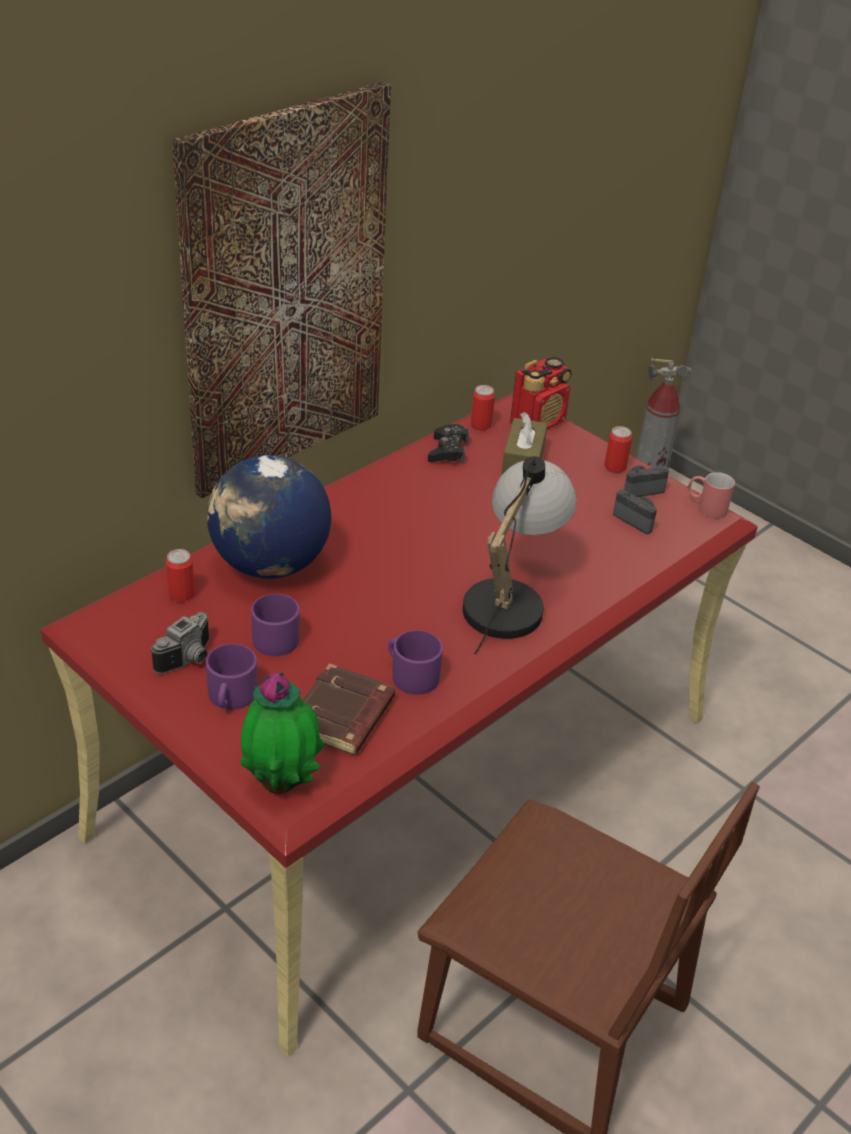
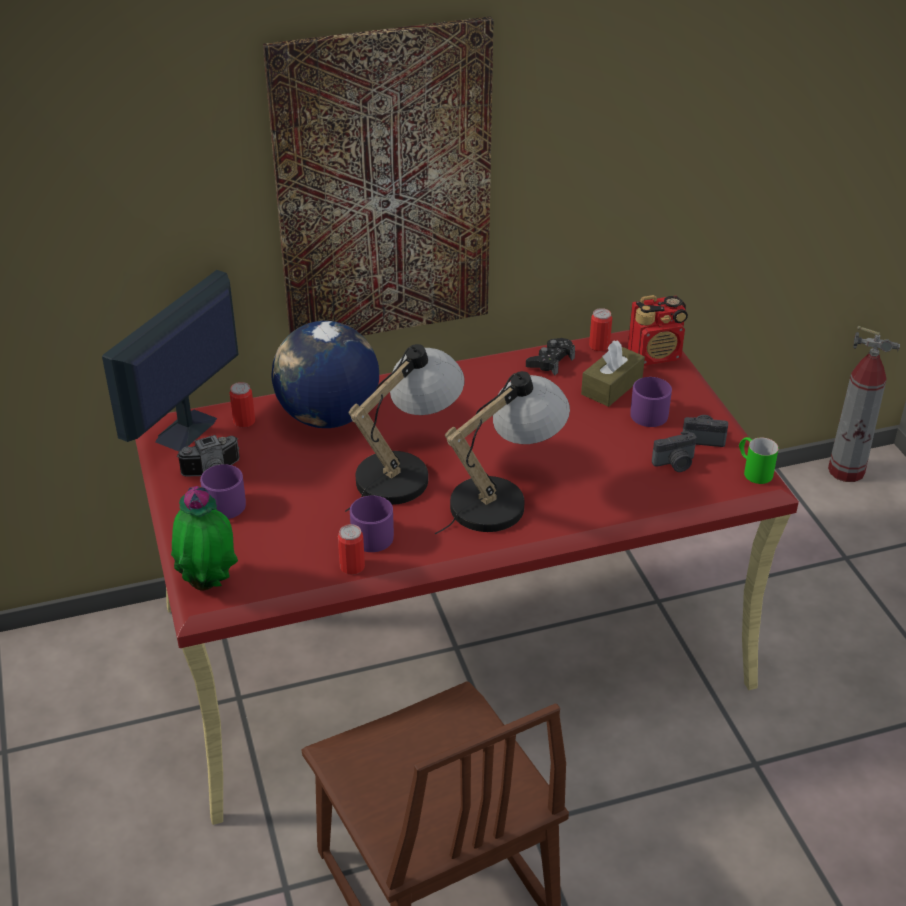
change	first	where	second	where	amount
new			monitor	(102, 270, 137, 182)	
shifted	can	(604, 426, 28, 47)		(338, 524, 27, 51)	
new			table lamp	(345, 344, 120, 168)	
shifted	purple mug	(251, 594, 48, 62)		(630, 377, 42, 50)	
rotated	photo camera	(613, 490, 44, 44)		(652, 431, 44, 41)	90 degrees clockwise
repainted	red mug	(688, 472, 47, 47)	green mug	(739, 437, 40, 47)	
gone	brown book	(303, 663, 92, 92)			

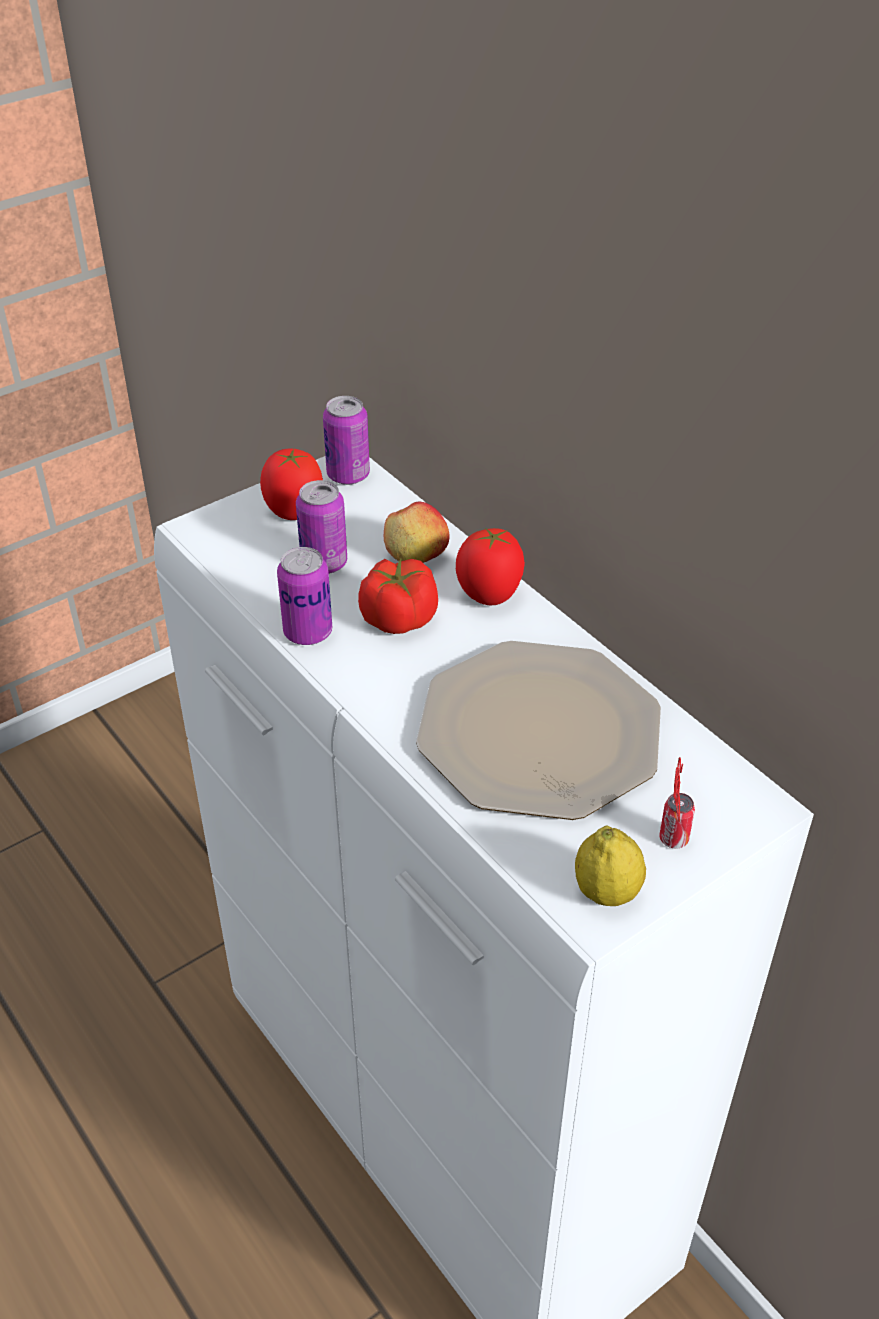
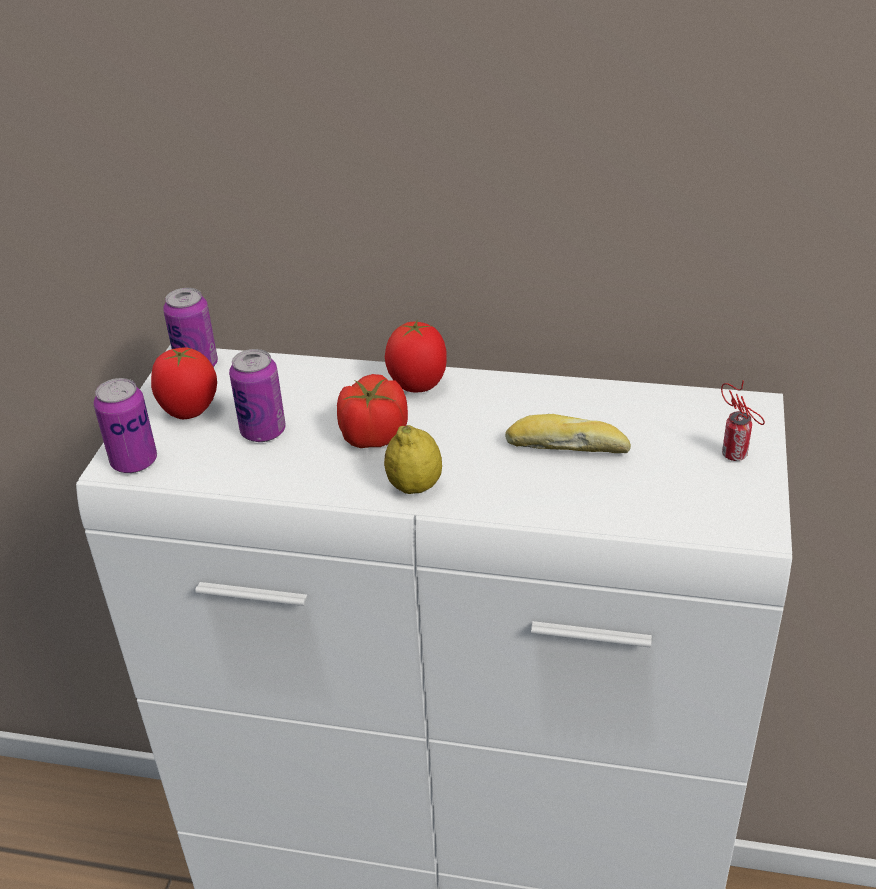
change	first	where	second	where	amount
shifted	can	(277, 547, 55, 98)		(94, 378, 63, 95)	
shifted	lemon	(575, 825, 71, 81)		(384, 425, 58, 69)	
swapped	plate	(416, 641, 245, 179)	bread	(505, 414, 126, 39)	
gone	apple	(384, 502, 66, 61)			

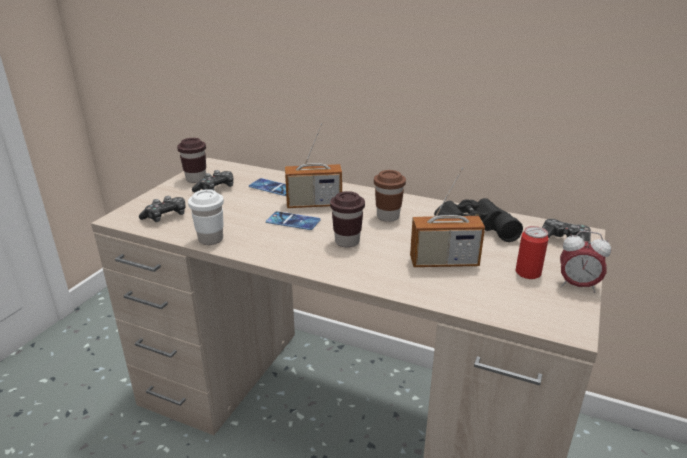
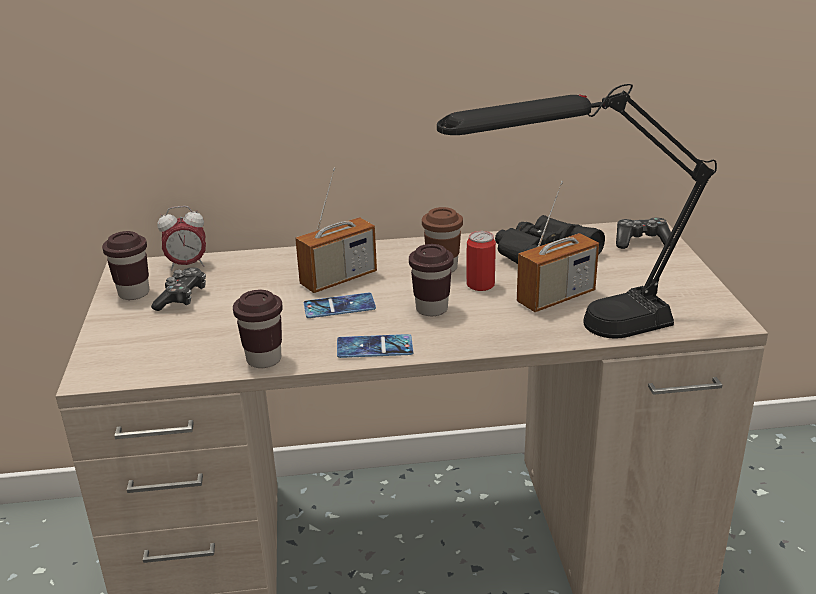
change	first	where	second	where	amount
shifted	alarm clock	(560, 231, 51, 62)		(157, 206, 49, 65)	
repainted	white cup	(188, 189, 36, 56)	brown cup	(233, 290, 50, 78)	
shifted	phone	(249, 178, 37, 18)		(337, 334, 76, 24)	
new			black table lamp	(437, 84, 280, 255)	
shifted	can	(515, 226, 33, 53)		(466, 231, 30, 60)	
gone	game controller	(139, 196, 47, 26)			

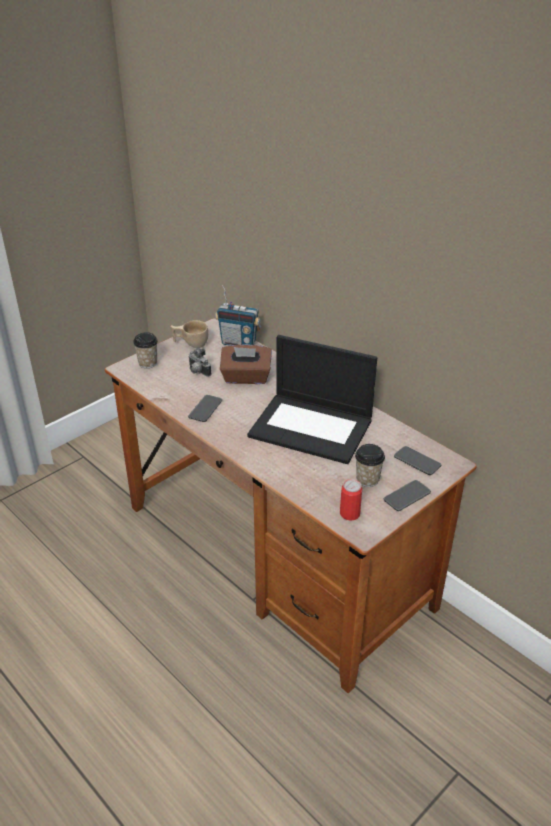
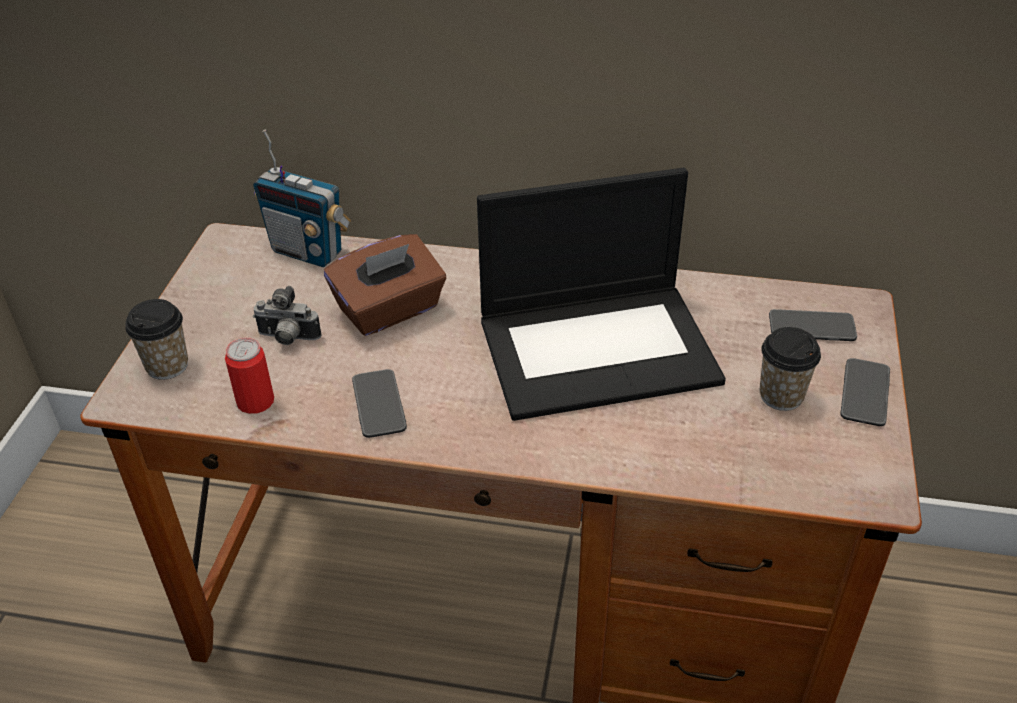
change	first	where	second	where	amount
shifted	can	(340, 479, 22, 42)		(225, 338, 49, 76)	
rotated	radio	(215, 285, 47, 61)		(253, 129, 98, 138)	45 degrees clockwise
gone	beige cup	(171, 320, 37, 28)			

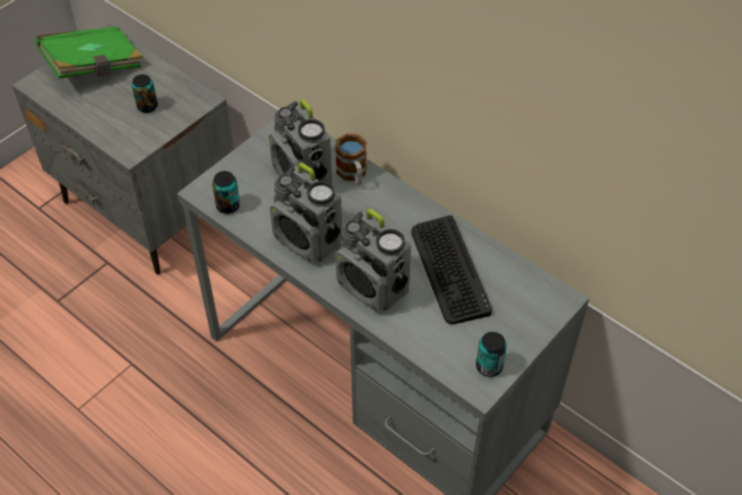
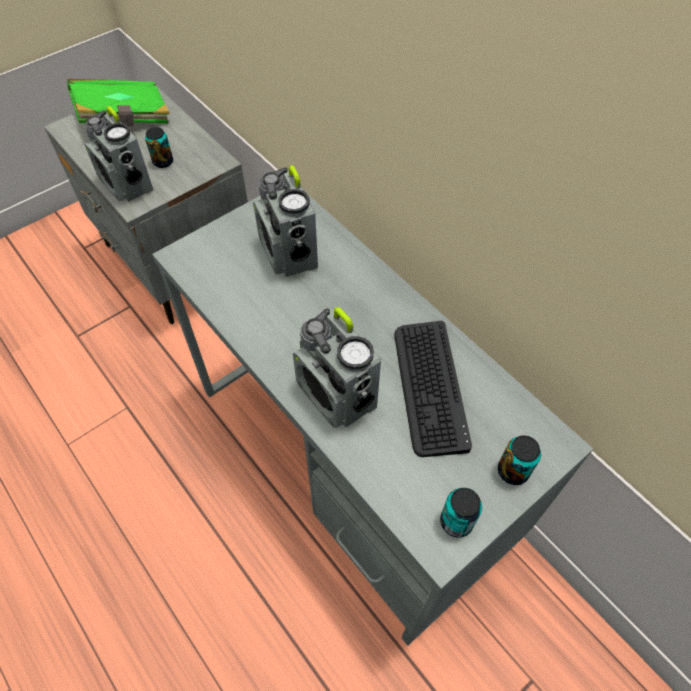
change	first	where	second	where	amount
shifted	radio	(270, 163, 73, 100)		(85, 106, 68, 96)	
shifted	can	(212, 171, 28, 43)		(498, 435, 43, 50)	
gone	mug	(335, 134, 32, 51)			

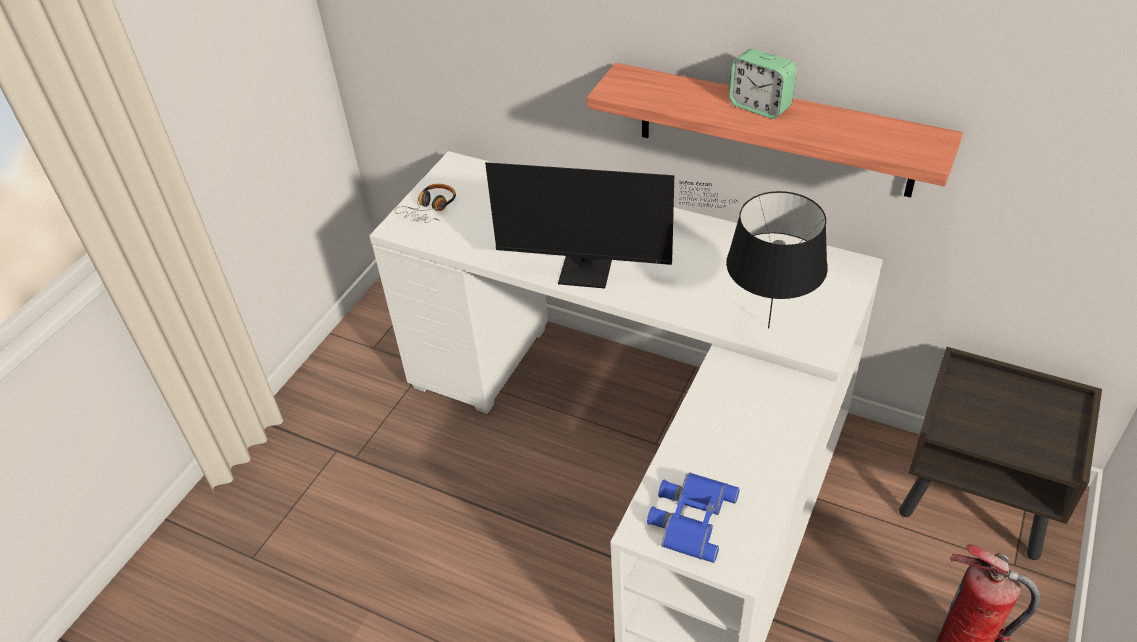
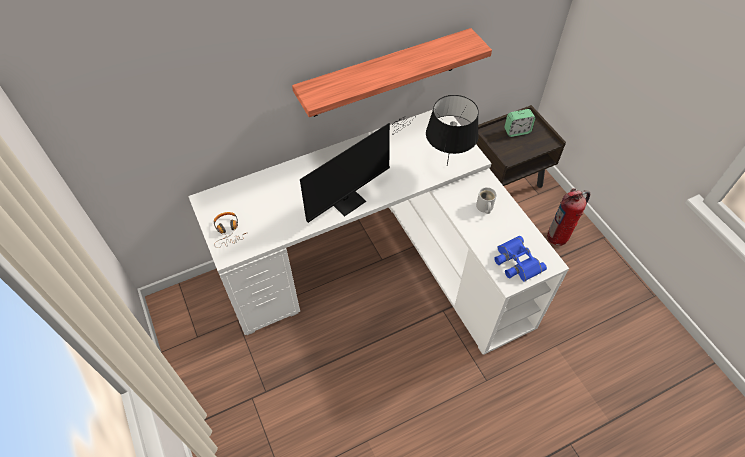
change	first	where	second	where	amount
new			white mug	(476, 187, 21, 27)	
shifted	alarm clock	(729, 49, 68, 70)		(504, 109, 31, 28)	

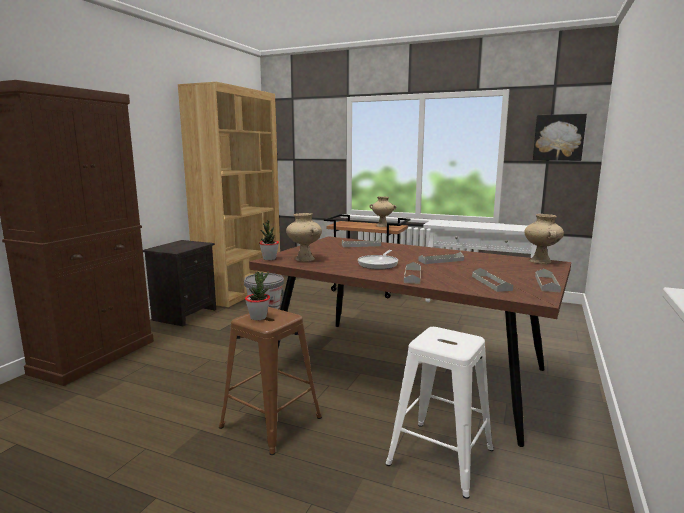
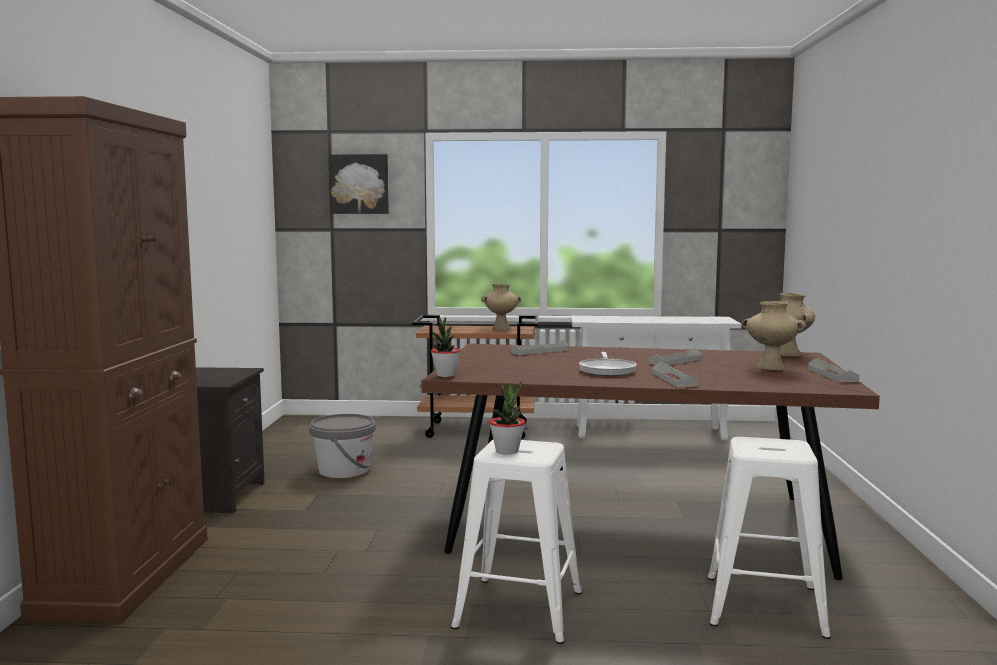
change	first	where	second	where	amount
shifted	picture	(533, 114, 54, 47)		(329, 154, 60, 60)	
repainted	brown stool	(219, 307, 103, 148)	white stool	(451, 440, 131, 204)	
shifted	beige vase	(286, 213, 36, 49)		(742, 301, 64, 69)	
gone	brown bookcase	(178, 82, 102, 225)			
gone	grey tray	(472, 268, 42, 24)			

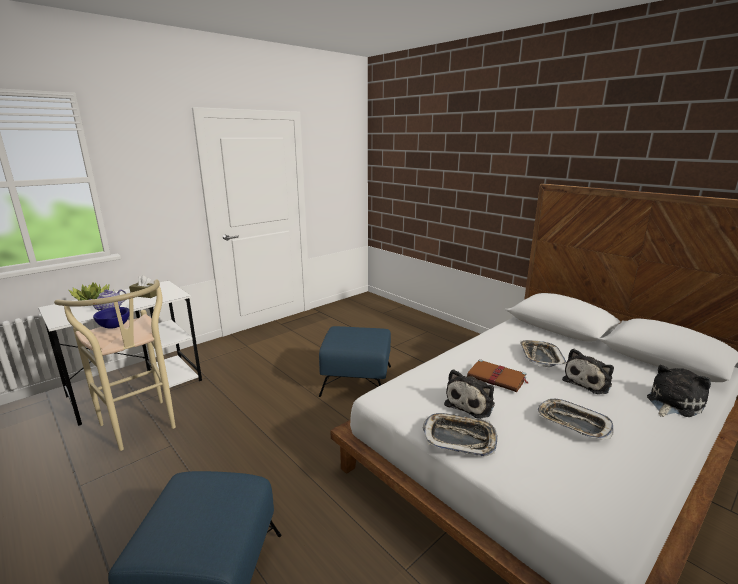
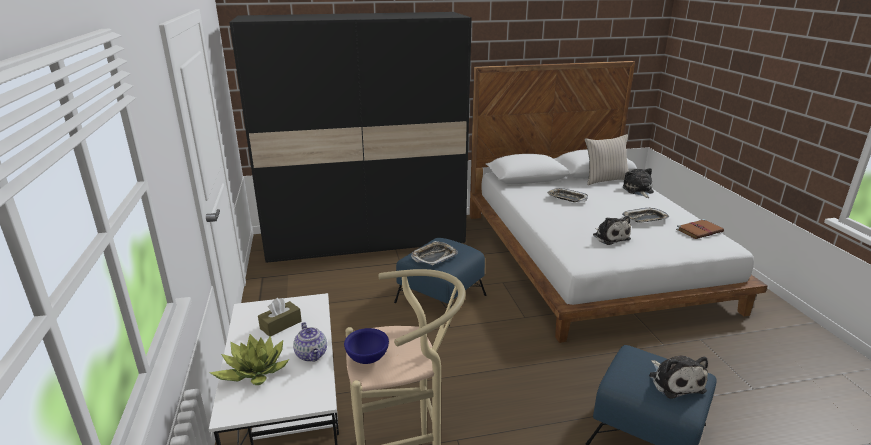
change	first	where	second	where	amount
new			black wardrobe	(229, 12, 243, 251)	
shifted	tray	(423, 413, 75, 44)		(411, 241, 47, 24)	
new			beige pillow	(585, 134, 44, 51)	
shifted	plush toy	(562, 349, 52, 45)		(649, 356, 59, 43)	
shifted	brown book	(467, 359, 61, 33)		(676, 219, 48, 20)	

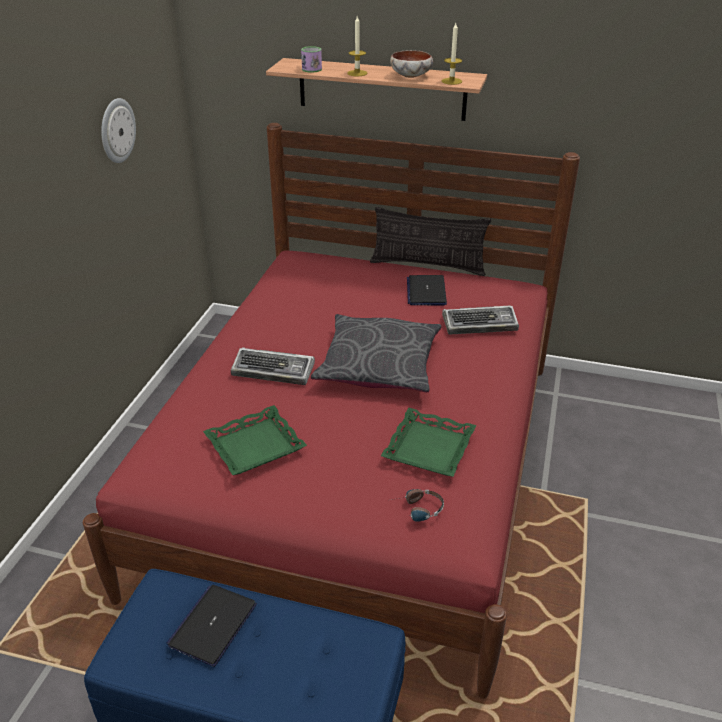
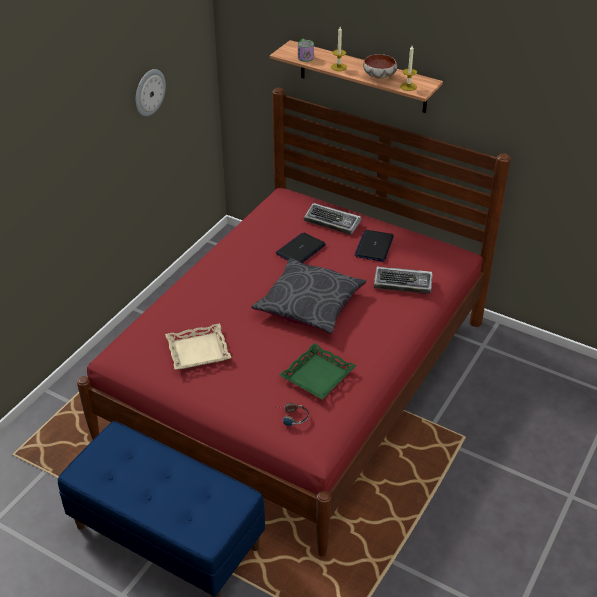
change	first	where	second	where	amount
repainted	green tray	(203, 405, 104, 70)	beige tray	(165, 323, 66, 47)	
shifted	laptop	(167, 585, 90, 82)		(276, 233, 50, 30)	
shifted	keyboard	(231, 347, 84, 38)		(304, 203, 58, 32)	
gone	pillow	(370, 207, 121, 69)			

